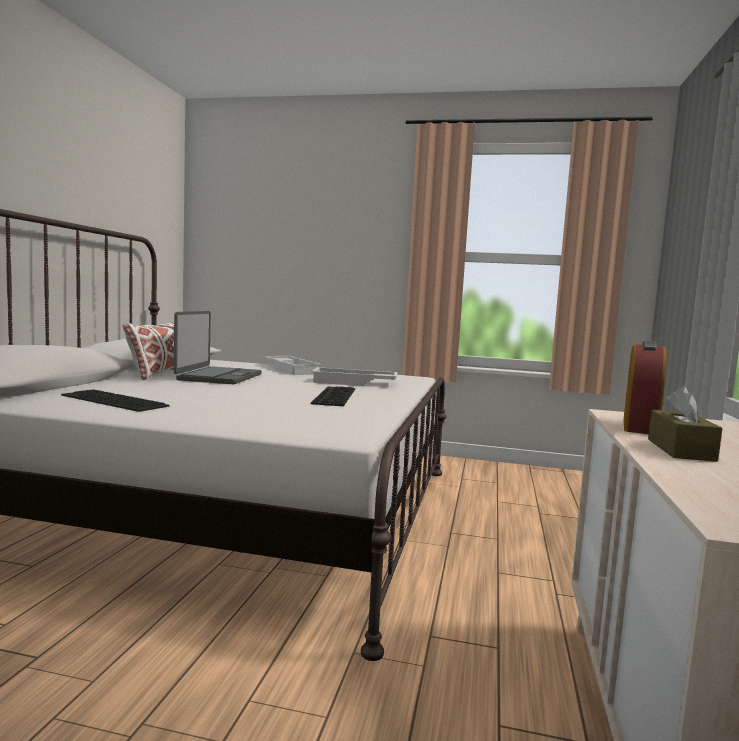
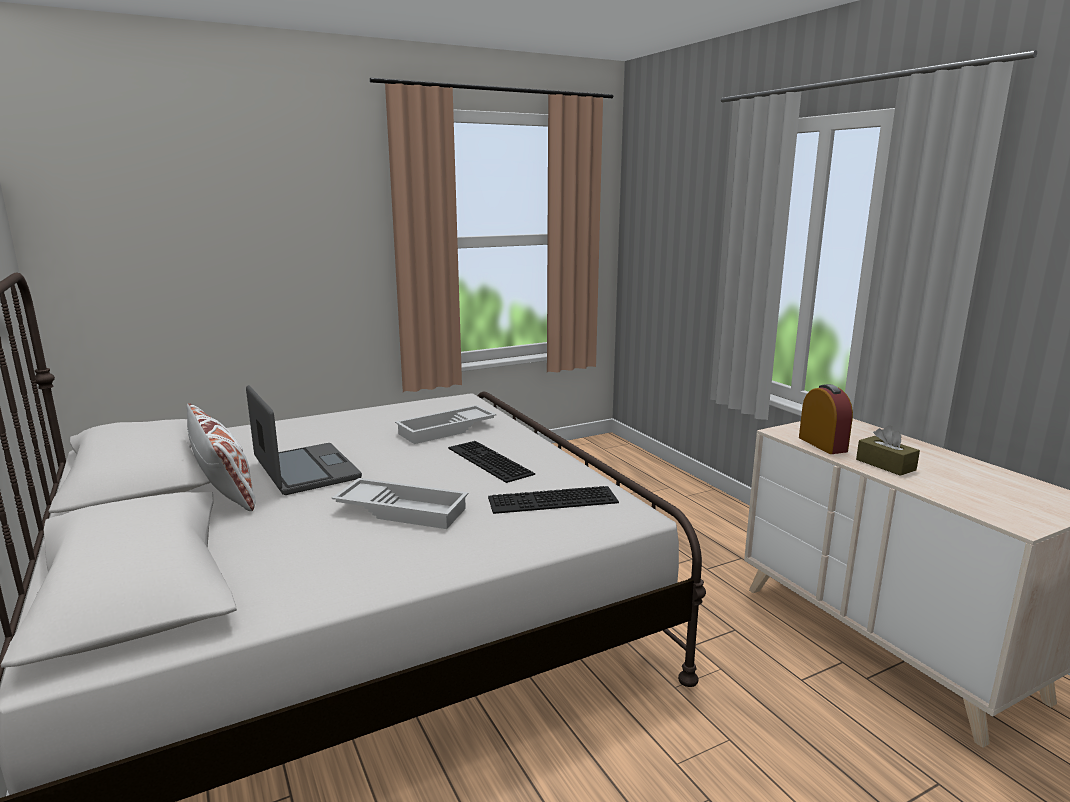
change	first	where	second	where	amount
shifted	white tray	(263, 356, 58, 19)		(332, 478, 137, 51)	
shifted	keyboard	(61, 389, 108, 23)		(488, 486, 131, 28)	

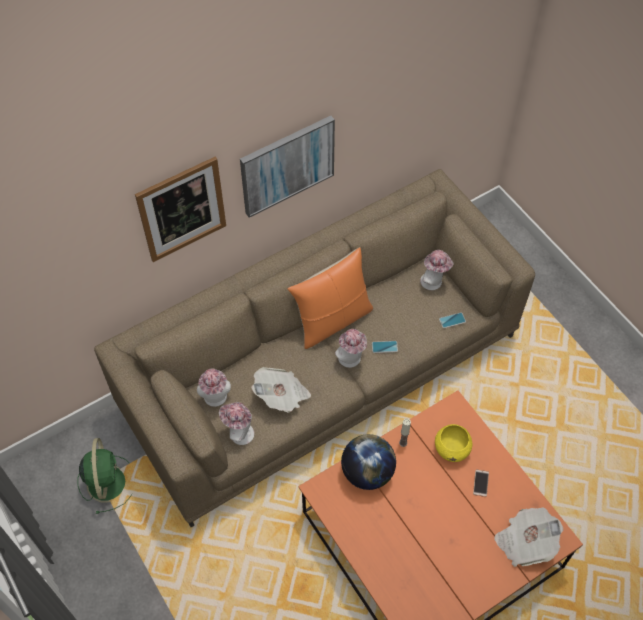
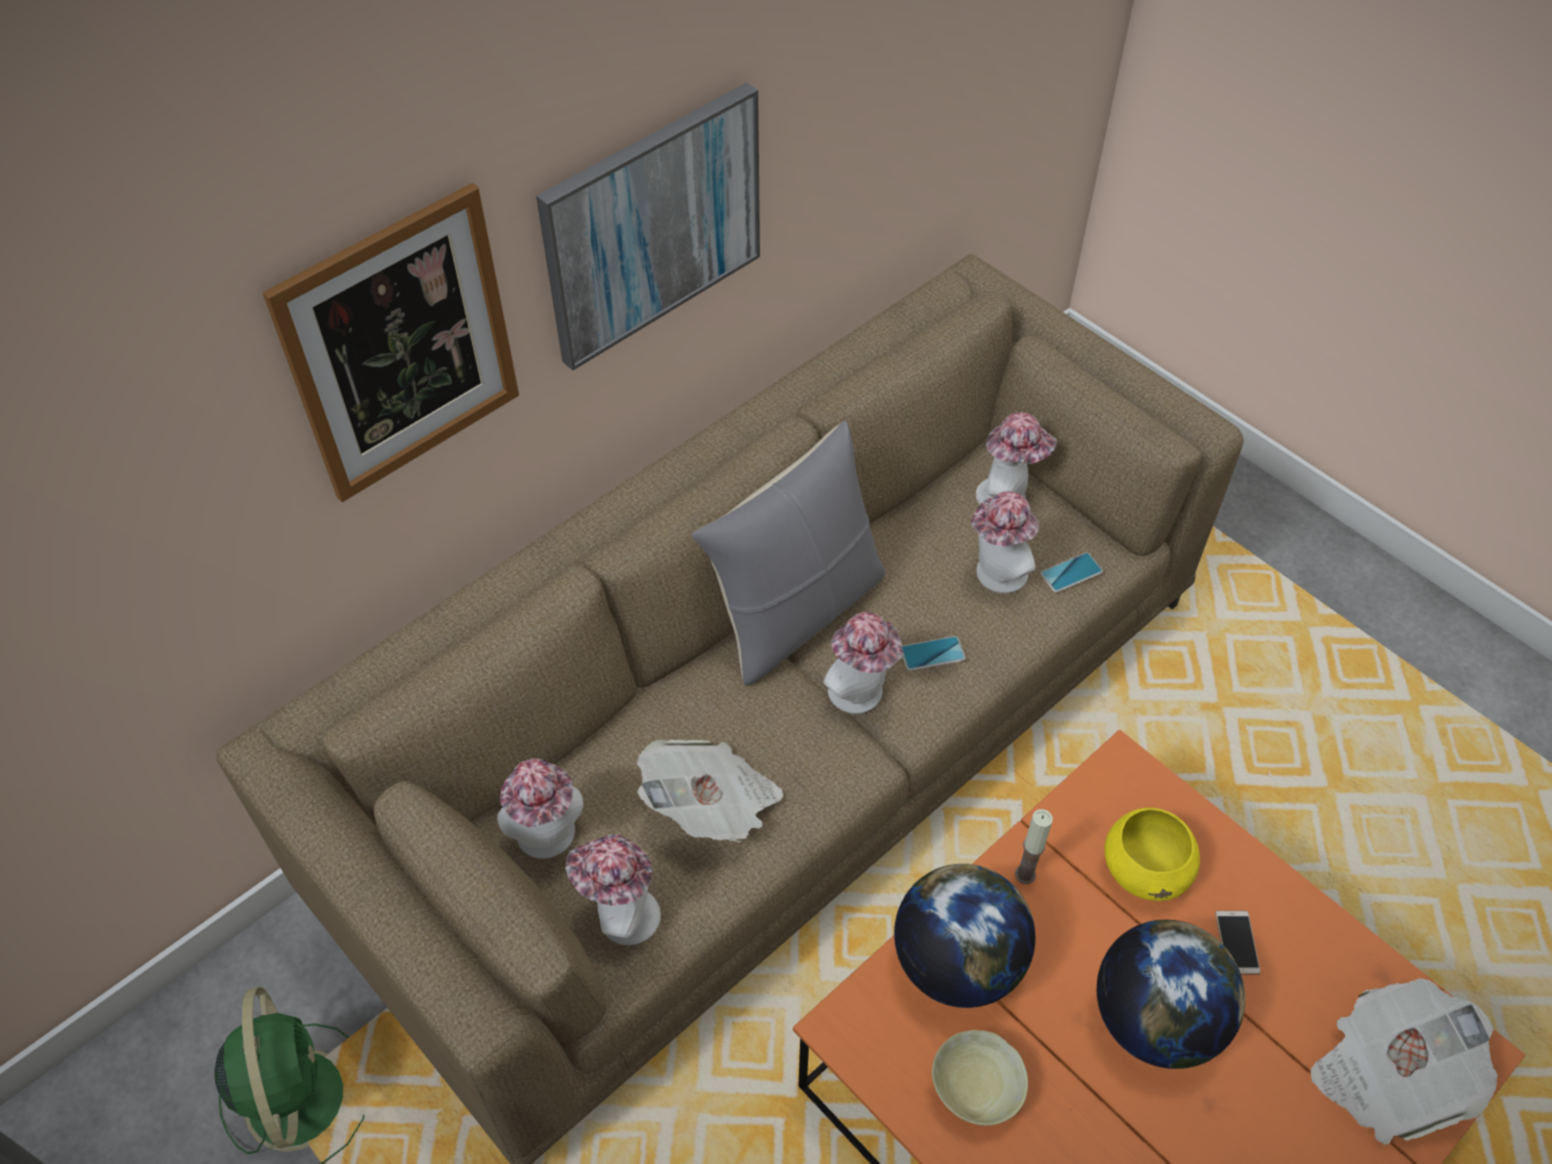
change	first	where	second	where	amount
repainted	orange pillow	(288, 247, 85, 102)	grey pillow	(692, 420, 193, 266)	
new			beige bowl	(932, 1030, 96, 96)	
new			hat	(971, 491, 68, 102)	
new			globe	(1097, 920, 148, 149)	

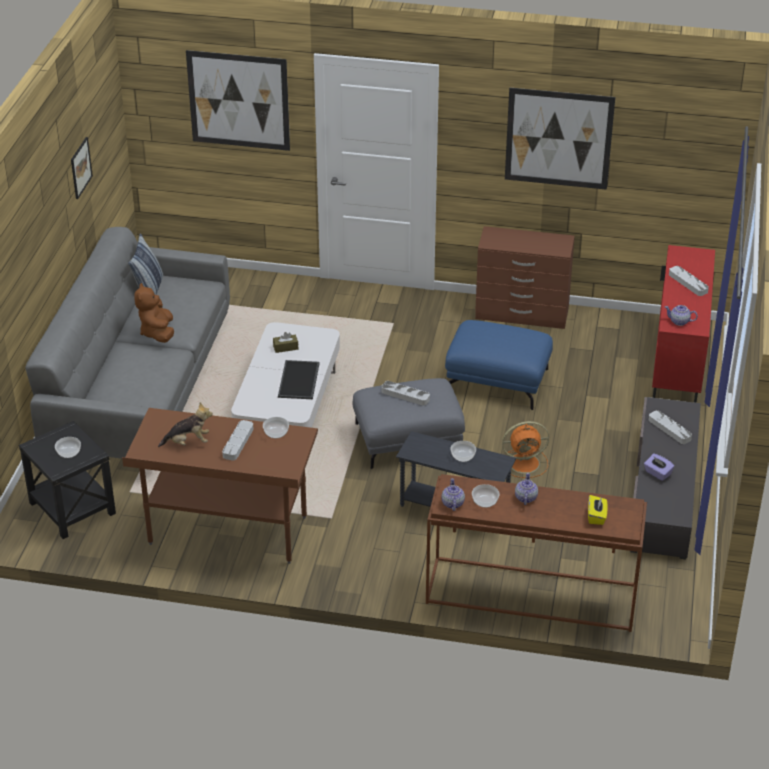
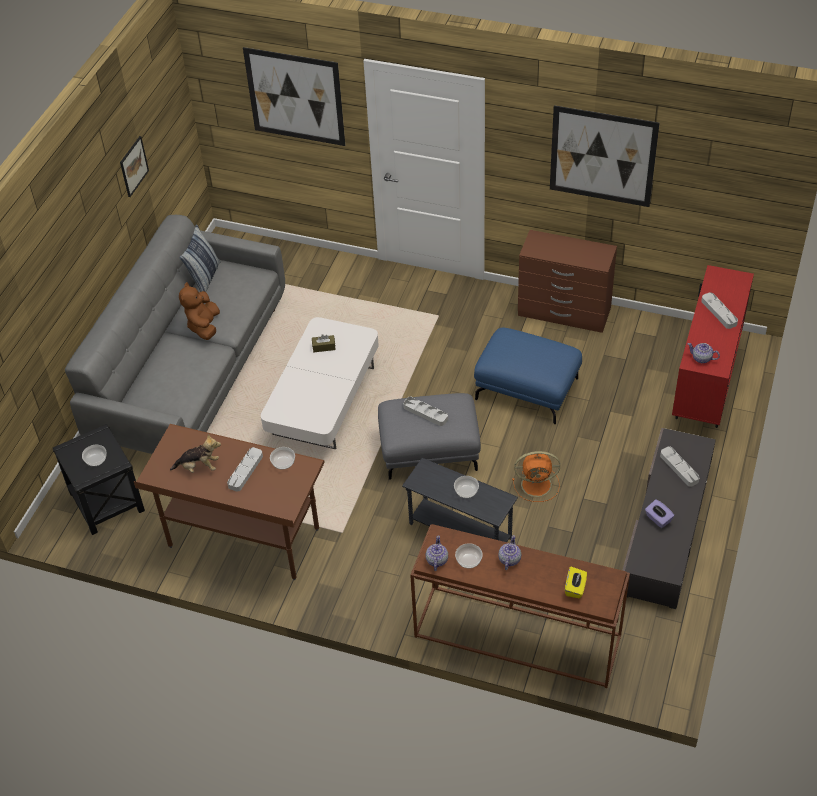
change	first	where	second	where	amount
gone	tray	(278, 360, 42, 39)			

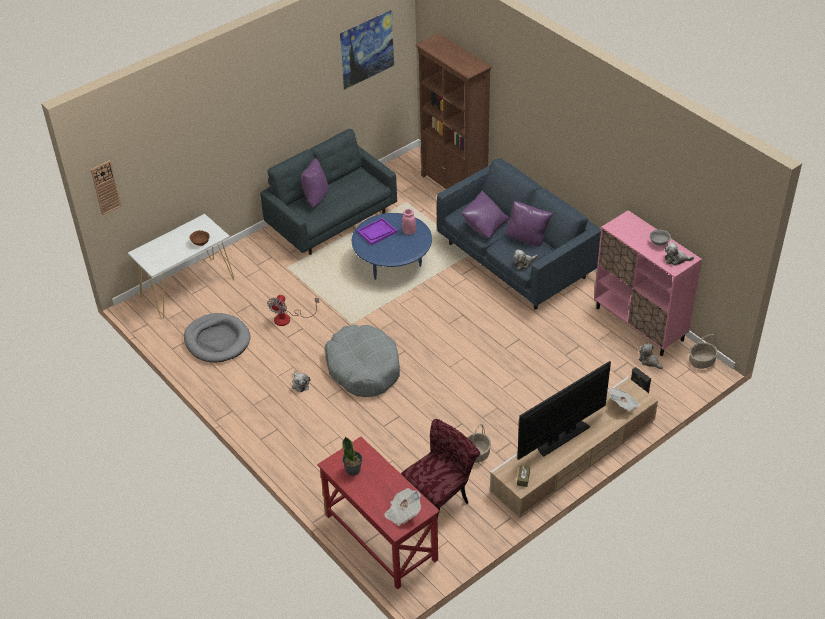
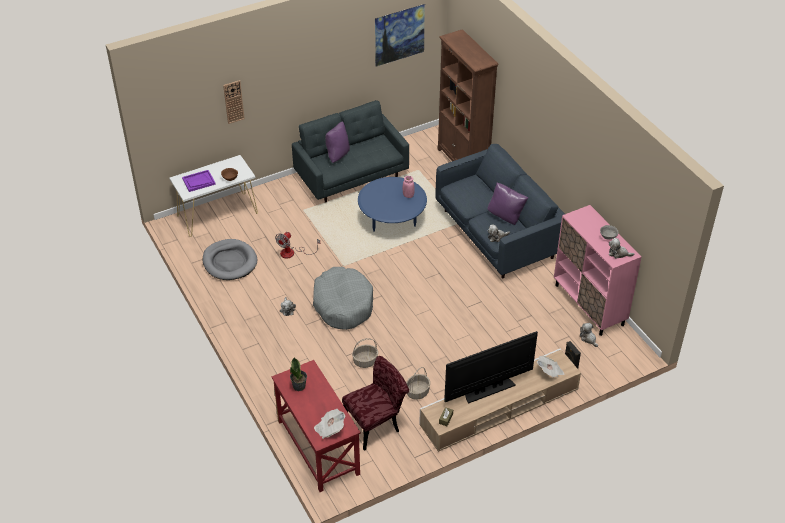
change	first	where	second	where	amount
shifted	purple tray	(357, 218, 40, 27)		(182, 170, 34, 22)	
shifted	wall clock	(91, 160, 30, 55)		(223, 80, 22, 44)	
shifted	basket	(689, 334, 29, 35)		(352, 338, 26, 30)	
gone	purple pillow	(462, 191, 47, 47)			

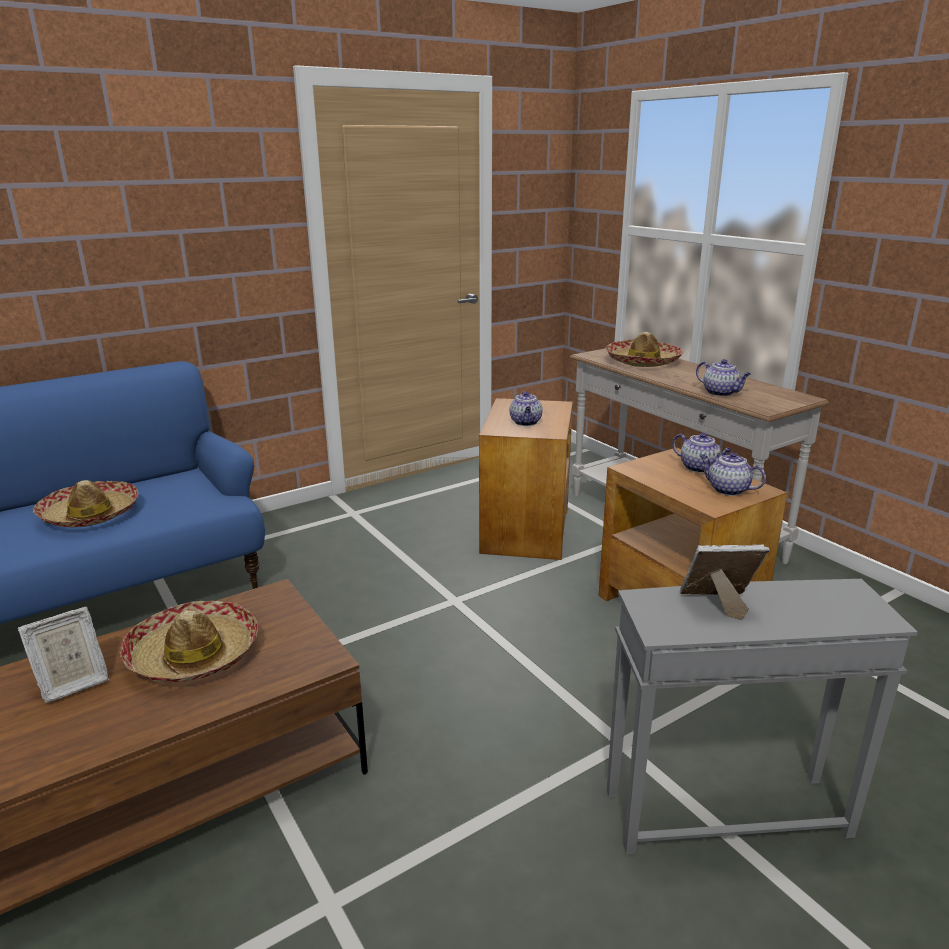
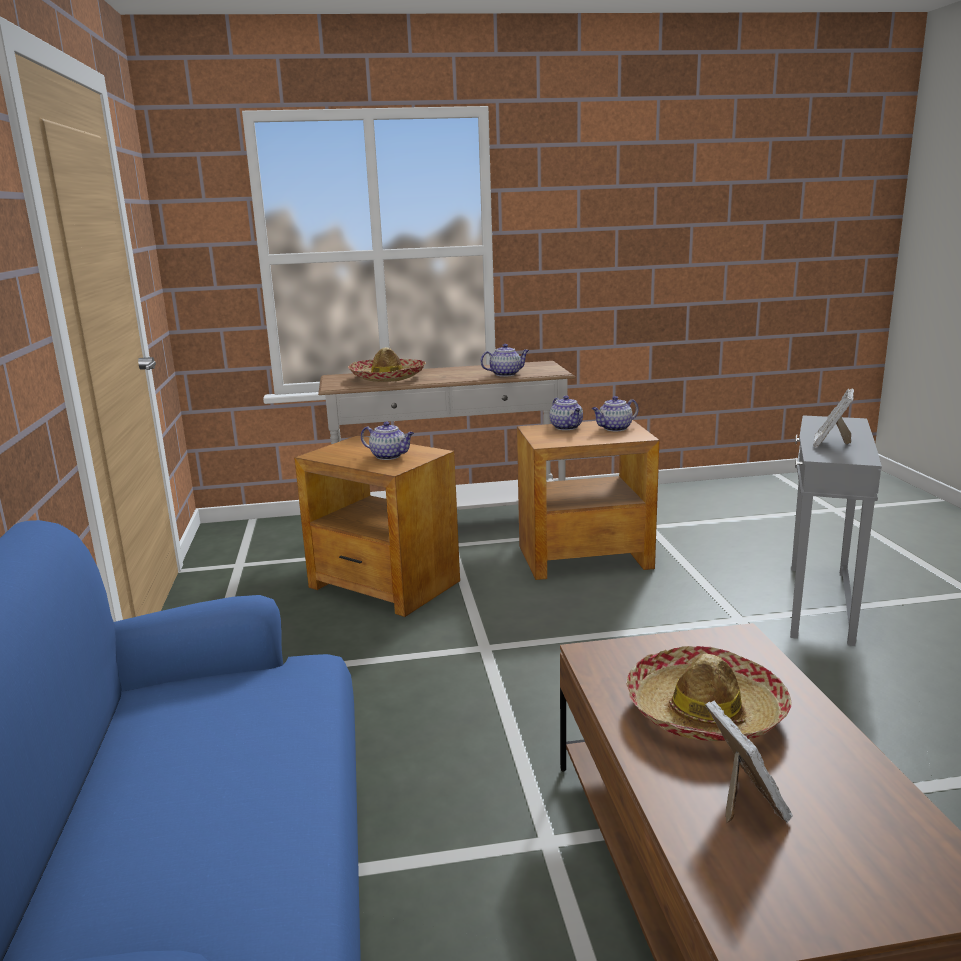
change	first	where	second	where	amount
rotated	teapot	(672, 433, 60, 40)		(549, 396, 34, 34)	90 degrees clockwise
gone	hat	(33, 480, 106, 48)			

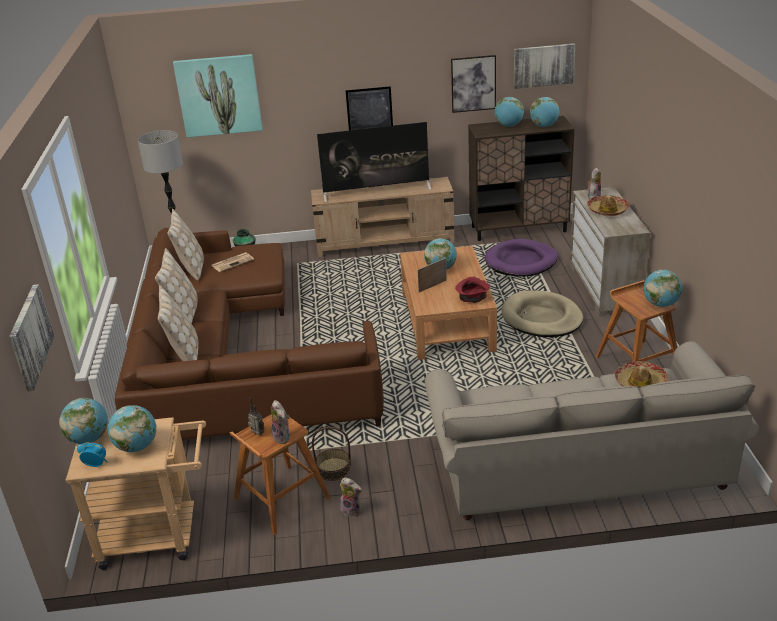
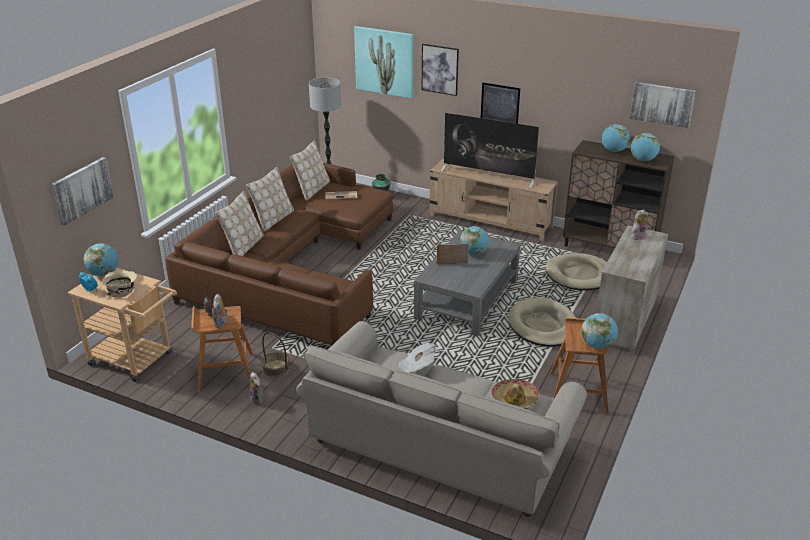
change	first	where	second	where	amount
swapped	globe	(108, 405, 48, 47)	beige bowl	(102, 270, 35, 27)	
new			newspaper	(398, 343, 39, 30)	
repainted	brown coffee table	(400, 246, 97, 114)	grey coffee table	(414, 230, 106, 106)	
shifted	picture	(451, 55, 45, 58)		(422, 44, 37, 52)	
repainted	purple dog bed	(485, 239, 73, 38)	beige dog bed	(545, 253, 62, 37)	
gone	red bowl	(455, 277, 35, 26)			
gone	hat	(587, 195, 42, 21)			

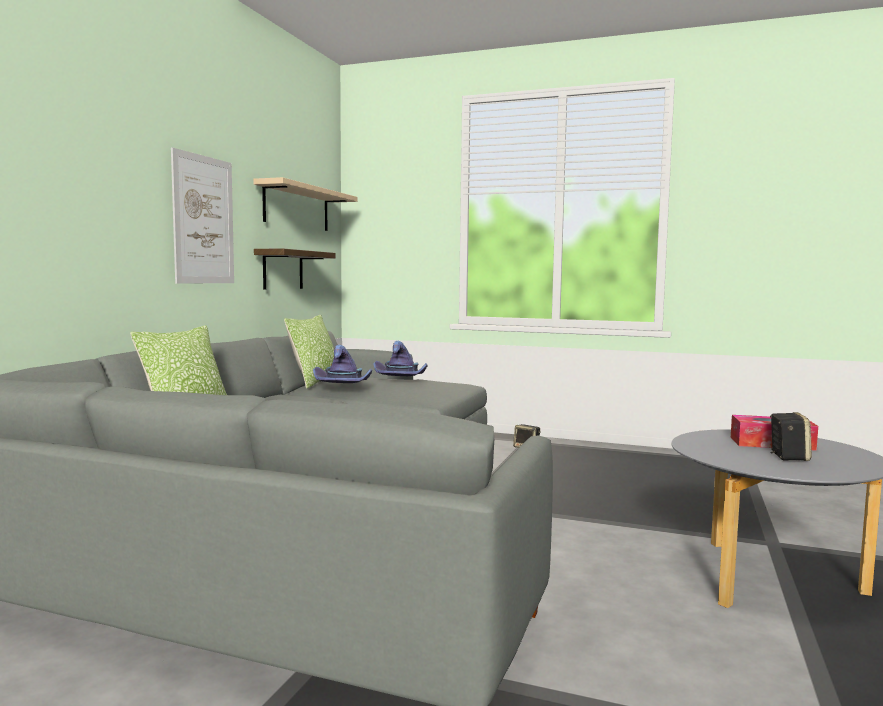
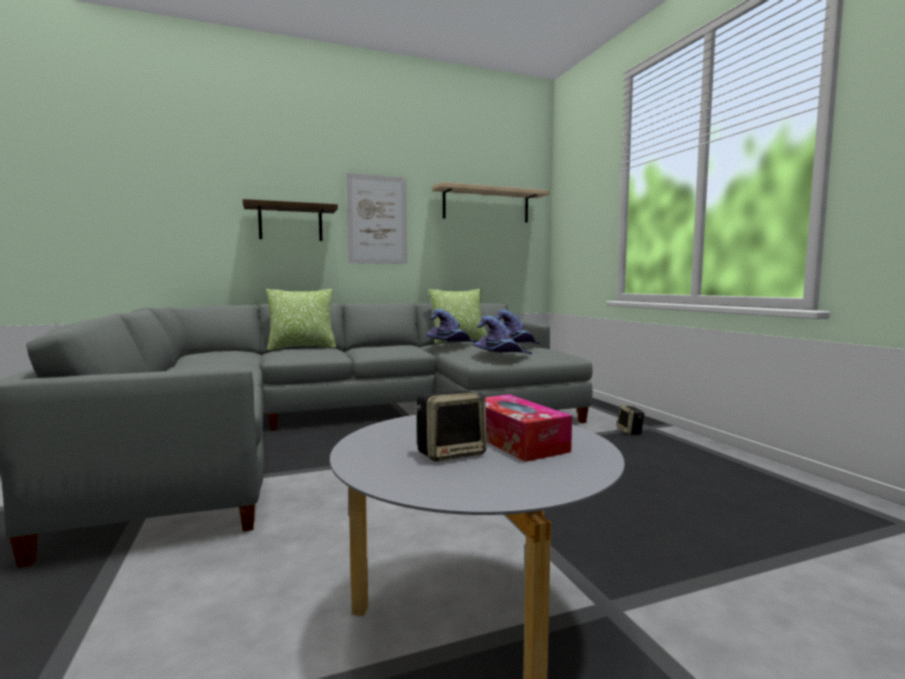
change	first	where	second	where	amount
shifted	shelf	(254, 249, 82, 41)		(243, 199, 95, 42)	
new			purple hat	(474, 316, 58, 38)	

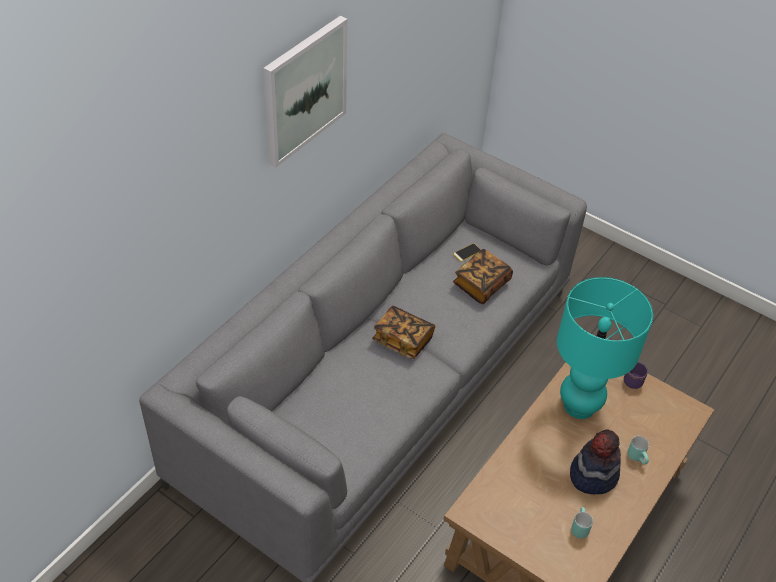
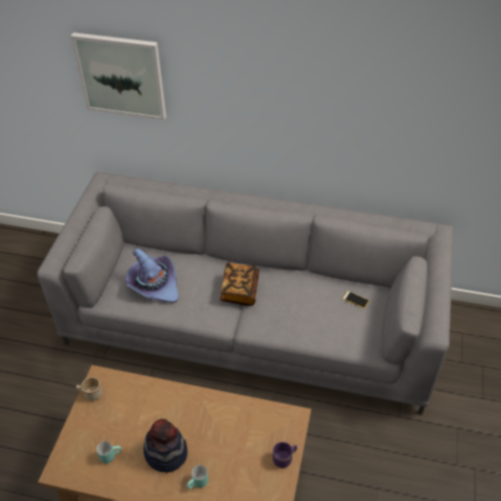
change	first	where	second	where	amount
shifted	picture	(263, 16, 85, 152)		(71, 32, 95, 88)	
new			beige mug	(76, 377, 26, 24)	
new			purple hat	(126, 248, 52, 55)	
gone	book	(453, 249, 60, 55)			
gone	turquoise table lamp	(557, 277, 96, 142)			

